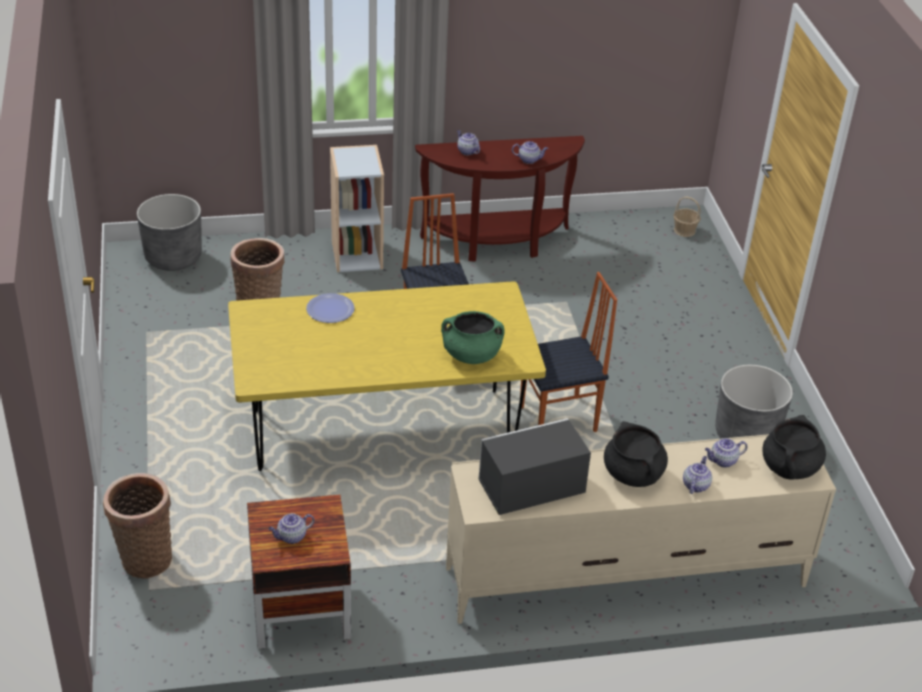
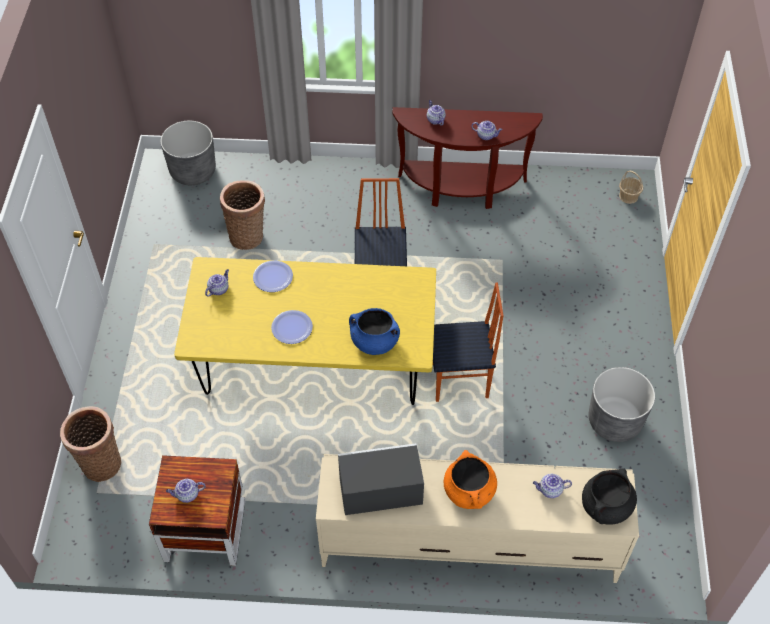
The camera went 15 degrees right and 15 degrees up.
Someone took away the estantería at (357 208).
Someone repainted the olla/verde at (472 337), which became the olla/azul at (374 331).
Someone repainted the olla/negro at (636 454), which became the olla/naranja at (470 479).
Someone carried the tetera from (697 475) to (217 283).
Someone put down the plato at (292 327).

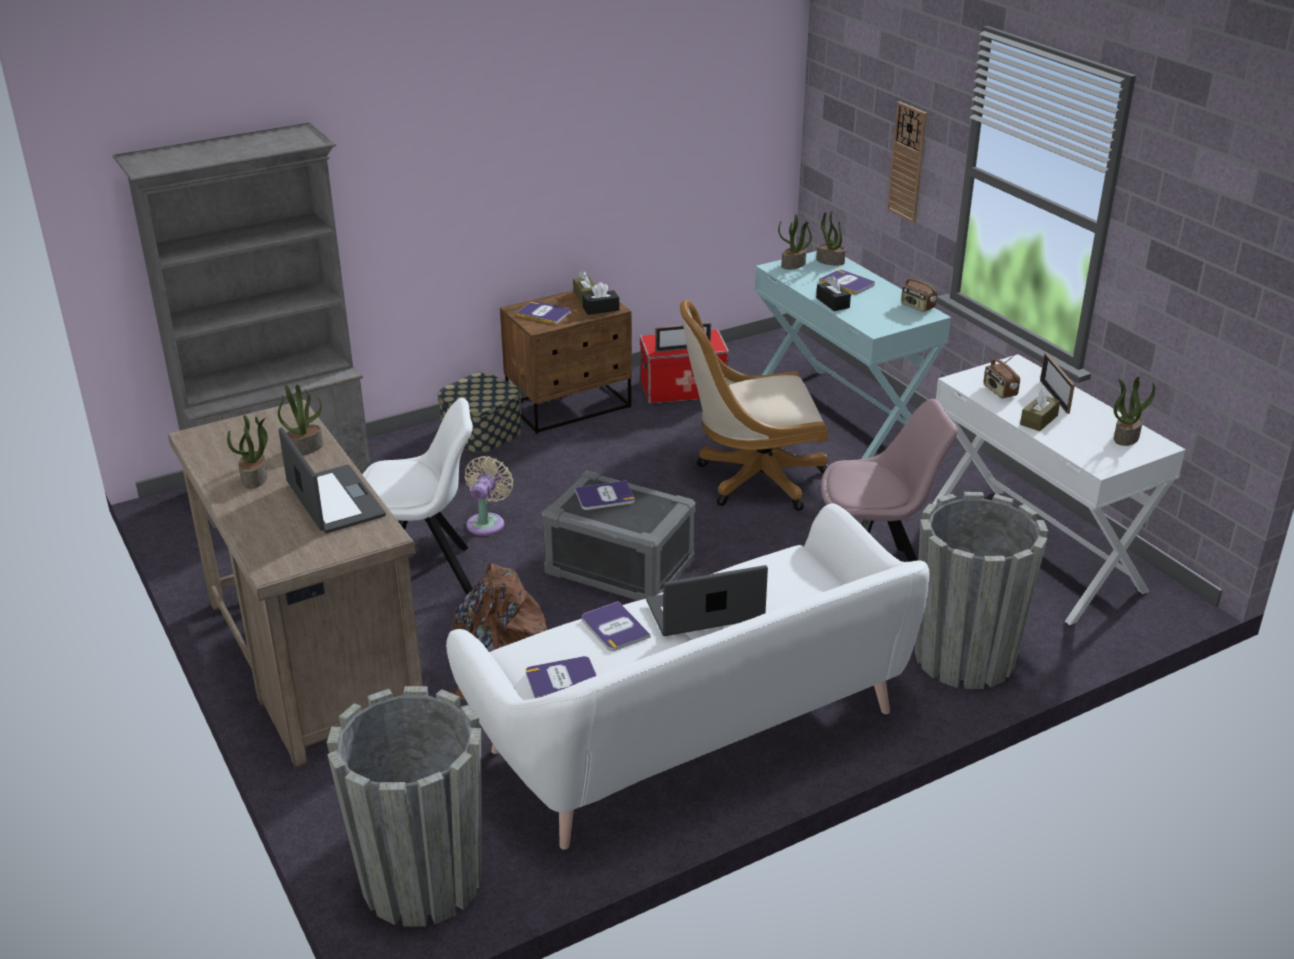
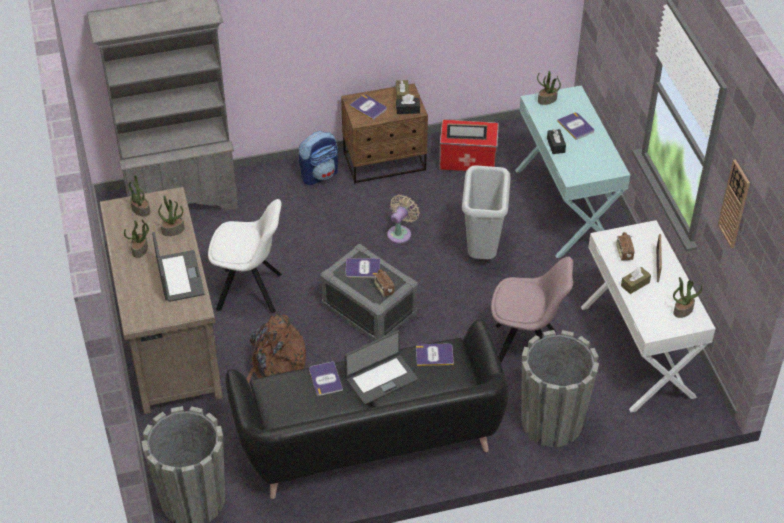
The camera went 15 degrees right and 15 degrees up.
Someone swapped the caja de almacenaje at (480 412) for the mochila at (318 158).
Someone repainted the sofá/blanco at (688 676), which became the sofá/negro at (366 409).
Someone carried the ventilador/beis from (489 496) to (403 219).
Someone carried the libro from (561 677) to (435 354).
Someone rotated the portátil at (707 600) by 150 degrees clockwise.
Someone swapped the silla de oficina at (754 405) for the papelera/gris at (486 212).
Someone carried the planta en maceta from (831 238) to (139 196).
Someone carried the reloj de pared from (907 162) to (734 203).
Someone carried the radio from (919 292) to (384 283).

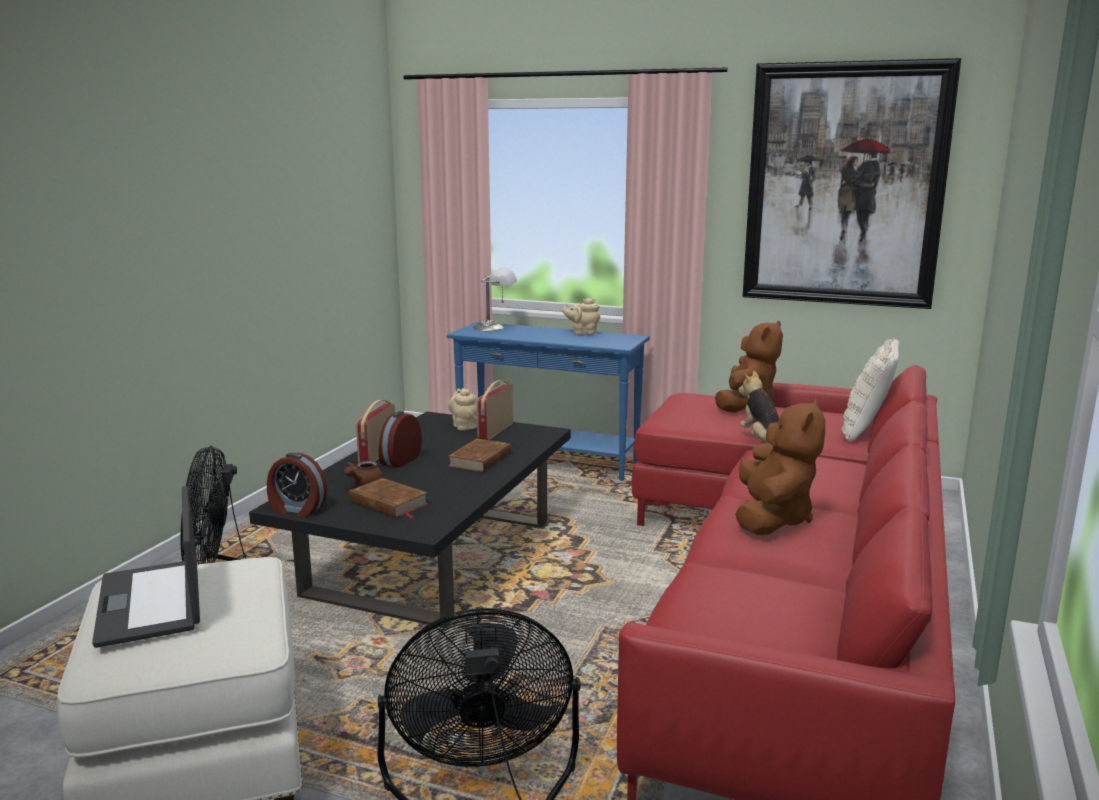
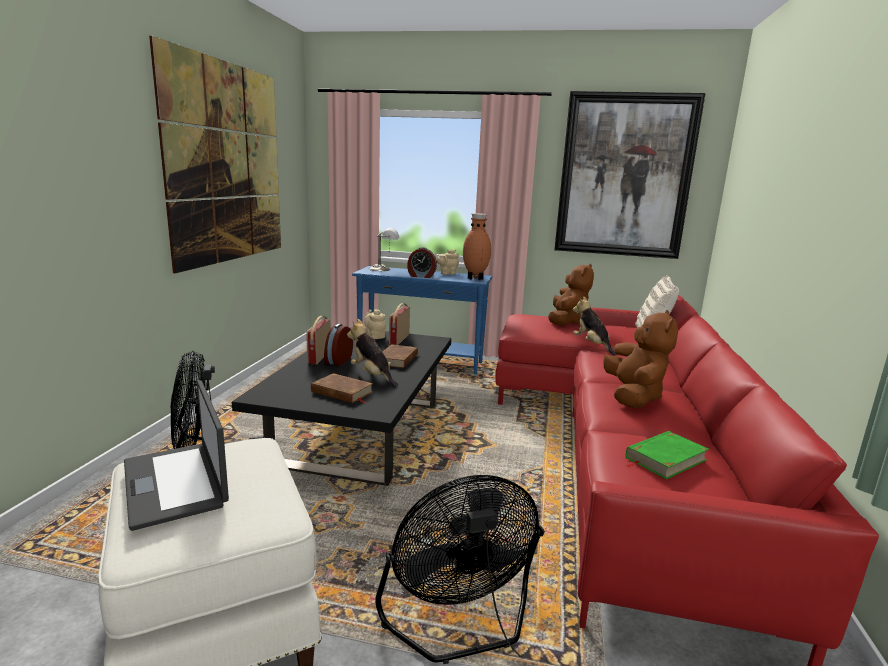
The camera went 10 degrees left and 0 degrees up.
Someone carried the despertador from (297 485) to (422 262).
Someone took away the tetera/marrón at (363 473).
Someone put up the cuadro at (215 154).
Someone put down the peluche at (372 353).
Someone put down the florero/marrón at (477 246).
Someone put down the libro/verde at (667 455).

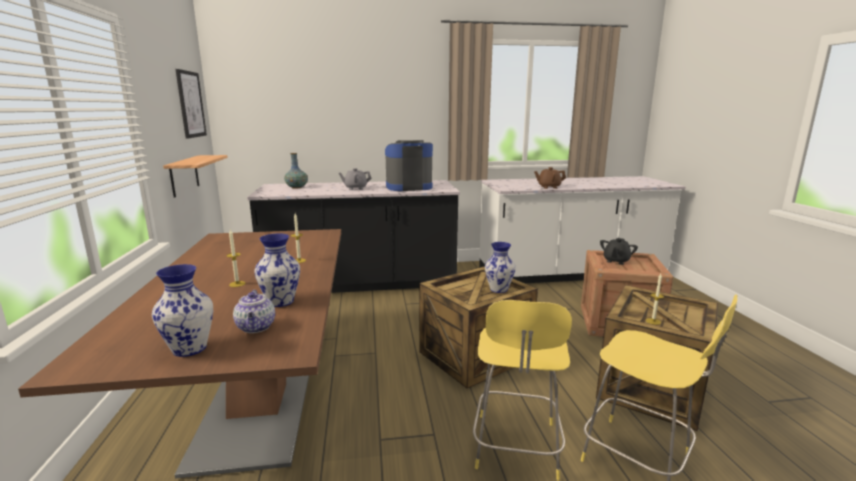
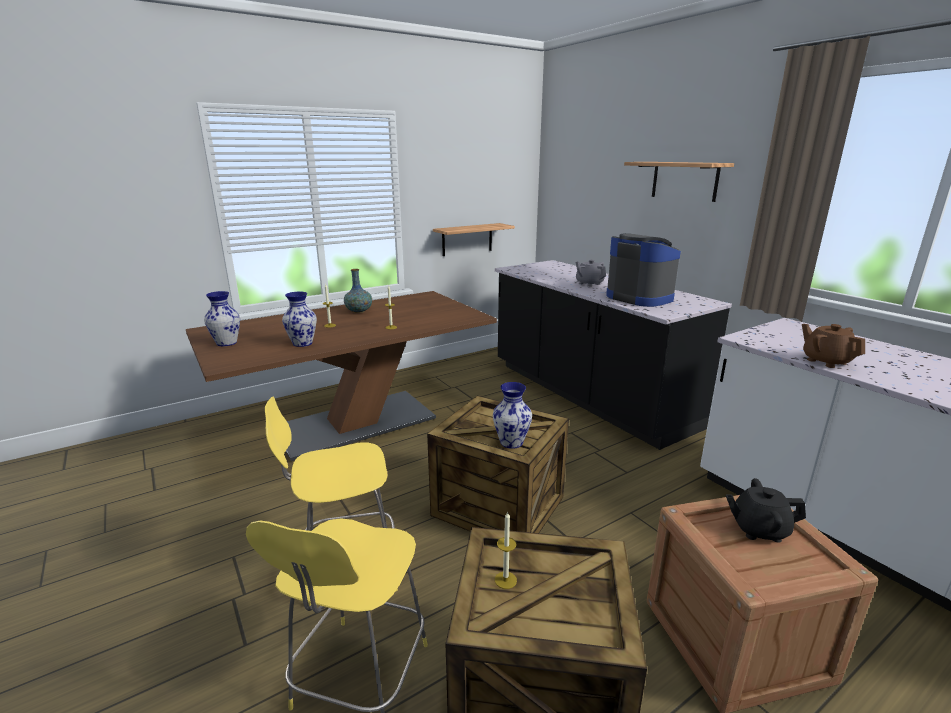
The camera went 65 degrees right and 5 degrees up.
Someone took away the cuadro at (191 104).
Someone took away the tetera at (254 311).
Someone carried the florero from (296 171) to (358 291).
Someone put up the estante at (679 182).

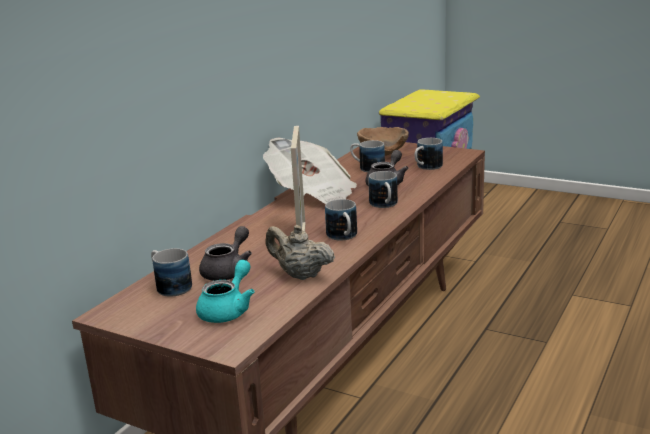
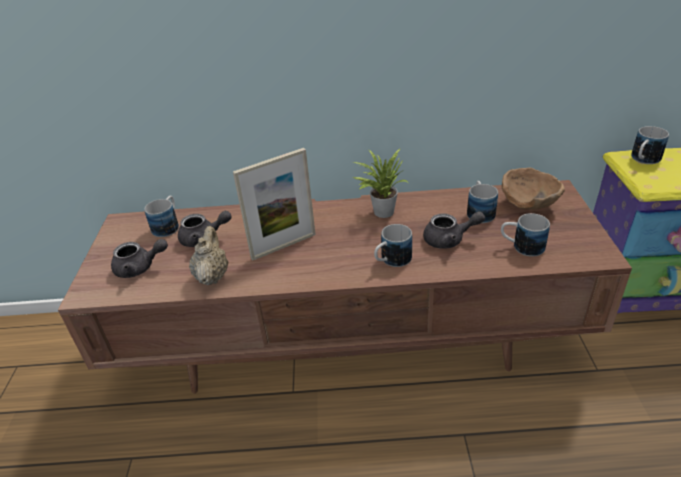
The camera went 60 degrees right and 15 degrees up.
Someone repainted the tetera/turquesa at (225 291), which became the tetera/gris at (139 258).
Someone swapped the periódico at (310 171) for the planta en maceta at (379 183).
Someone carried the taza grande from (341 219) to (650 145).

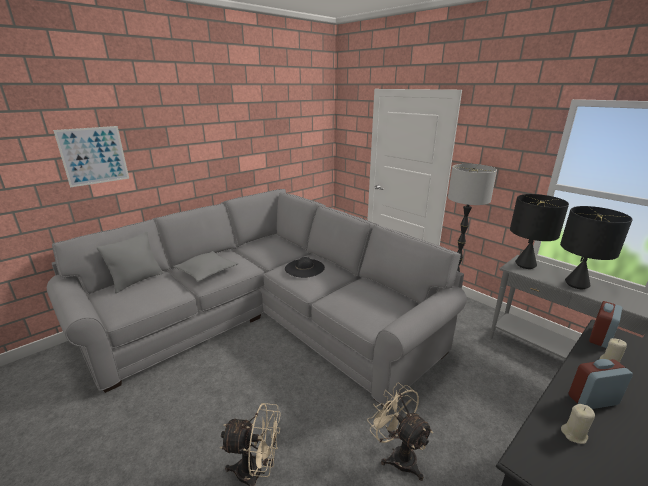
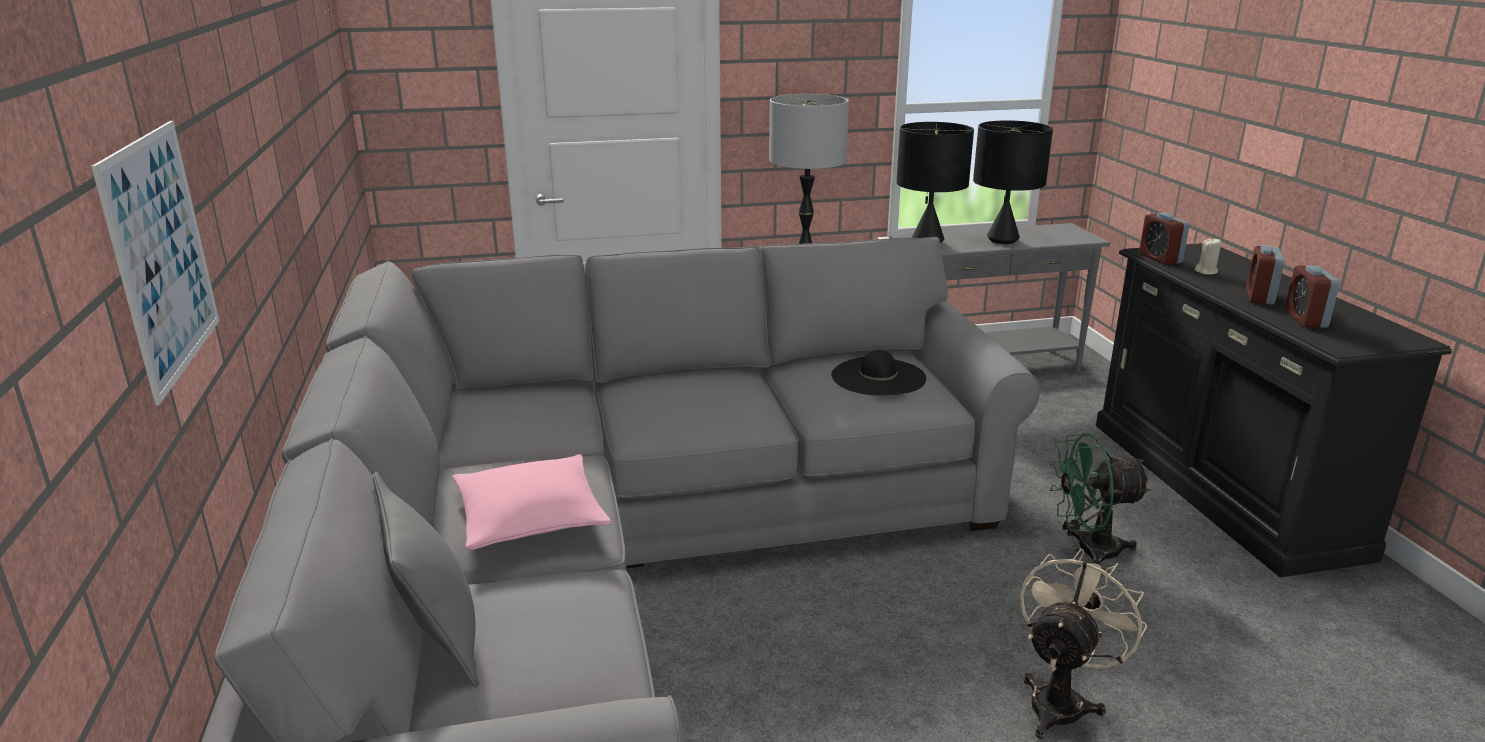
The camera went 60 degrees left and 0 degrees up.
Someone repainted the cojín/gris at (205 266), which became the cojín/rosa at (531 502).
Someone carried the sombrero/negro from (305 267) to (878 373).
Someone repainted the ventilador/beis at (400 431), which became the ventilador/verde at (1099 499).
Someone swapped the vela/beis at (578 424) for the despertador at (1312 296).

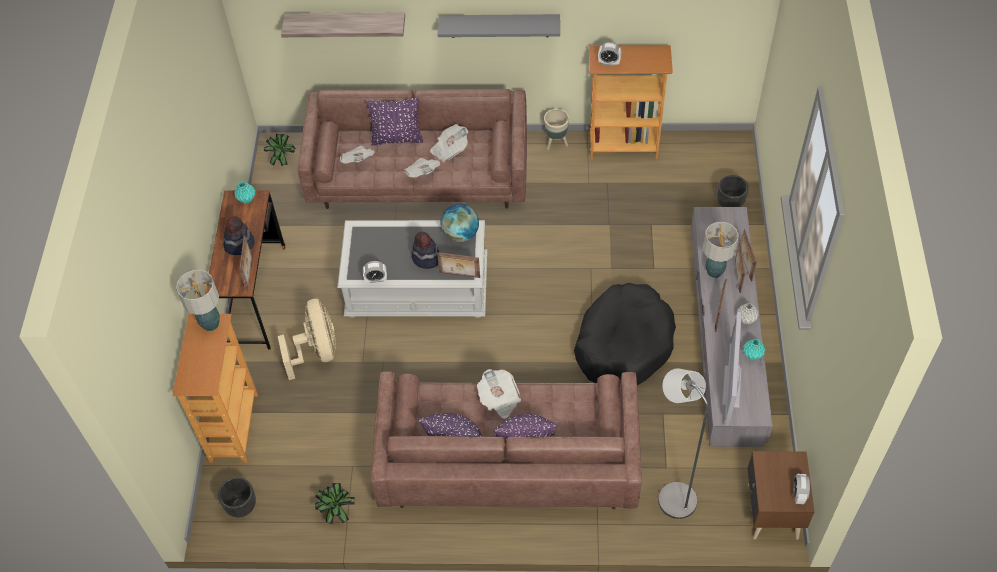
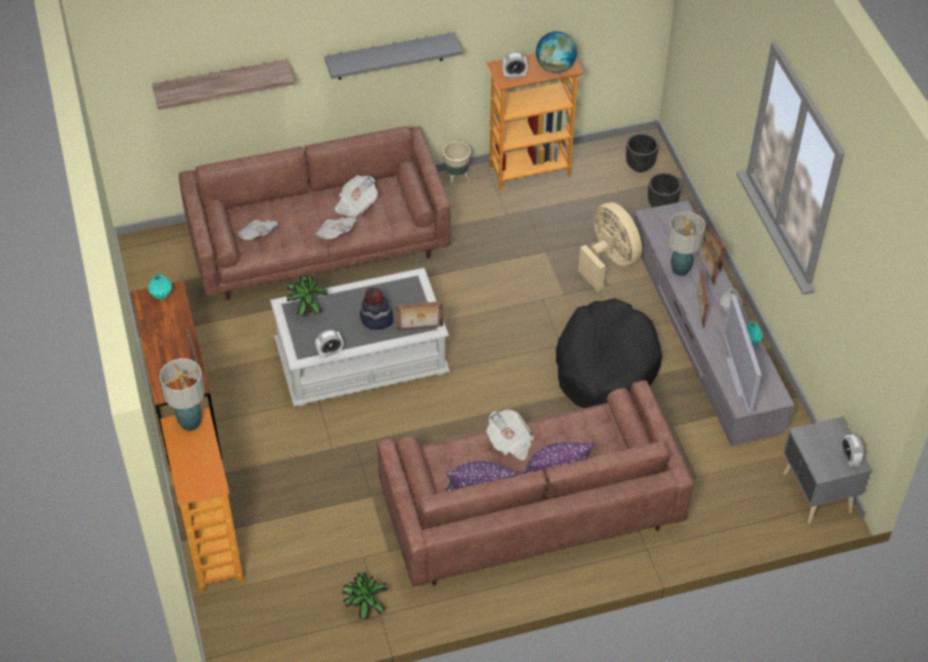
The camera went 20 degrees left and 5 degrees down.
Someone carried the maceta/negro from (237 497) to (642 152).
Someone took away the sombrero at (239 235).
Someone carried the planta en maceta from (280 150) to (307 296).
Someone carried the ventilador/beis from (306 339) to (610 247).
Someone took away the cojín/morado at (395 122).
Someone carried the globo terráqueo from (460 223) to (556 52).
Someone took away the lámpara de pie/gris at (683 444).
Someone repainted the mesita de noche/marrón at (781 495), which became the mesita de noche/gris at (827 470).

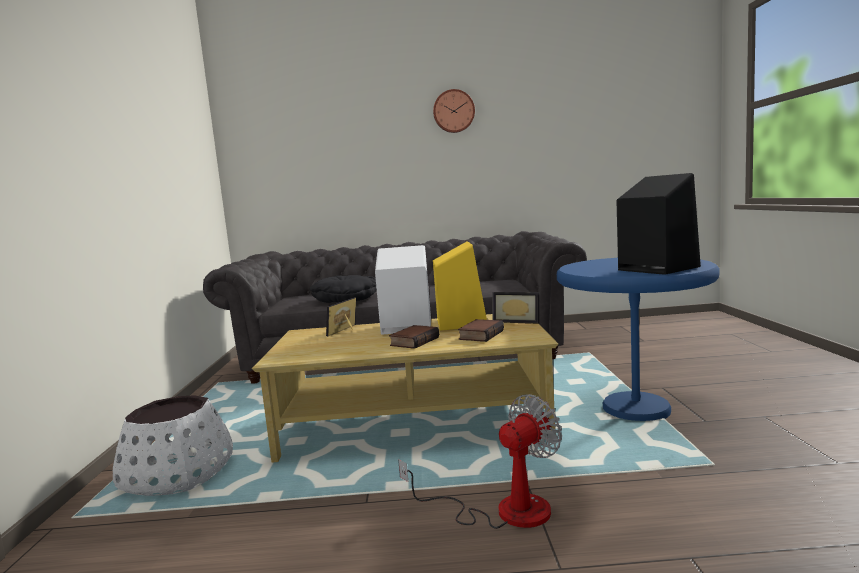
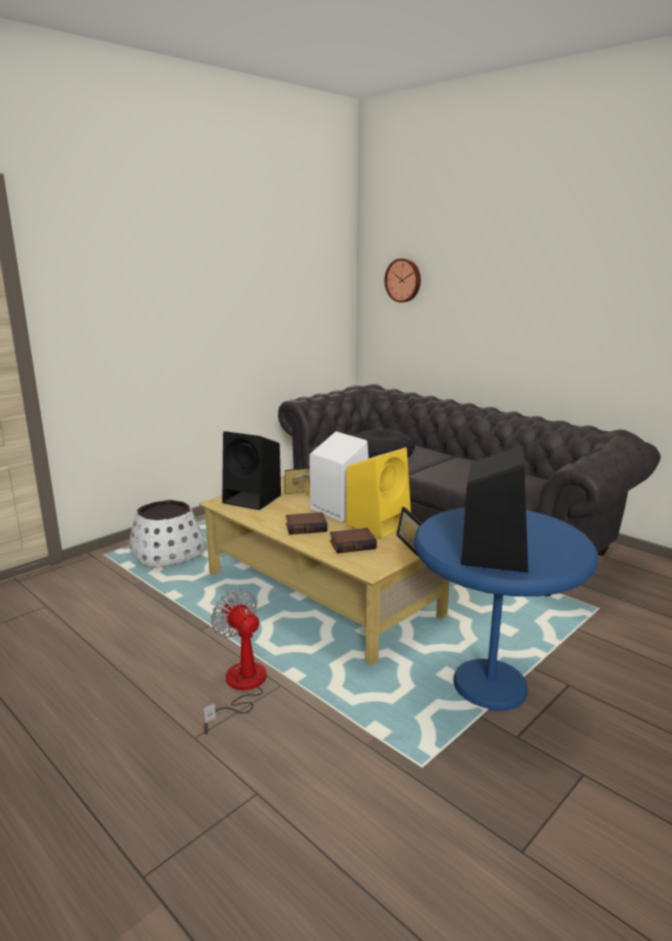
The camera went 45 degrees right and 10 degrees up.
Someone rotated the ventilador at (480 461) by 135 degrees counterclockwise.
Someone carried the reloj de pared from (454 111) to (402 280).
Someone put down the altavoz/negro at (251 470).

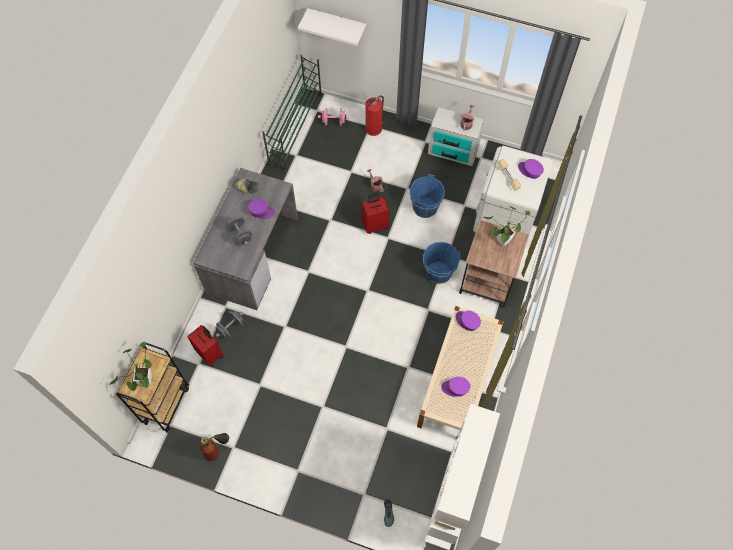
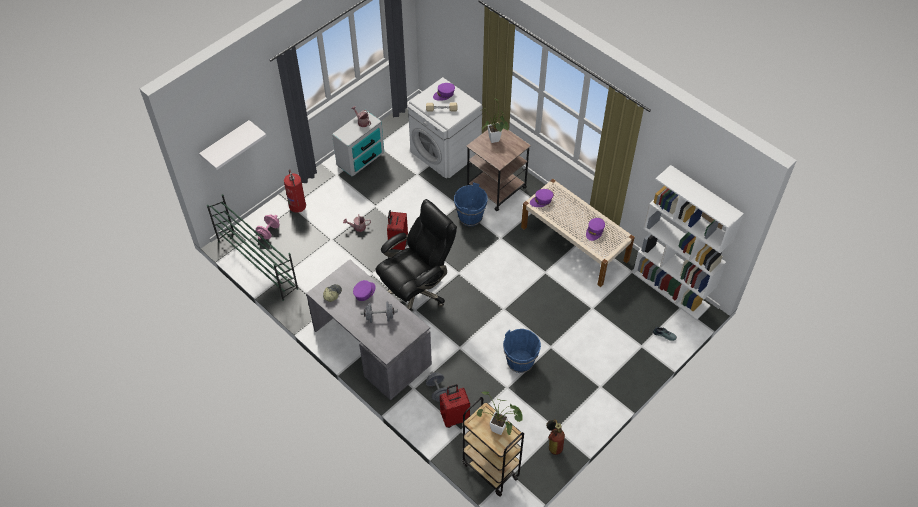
The camera went 65 degrees left and 10 degrees down.
Someone carried the cubo/azul from (427 196) to (522 351).
Someone put down the silla de oficina/negro at (416 255).

